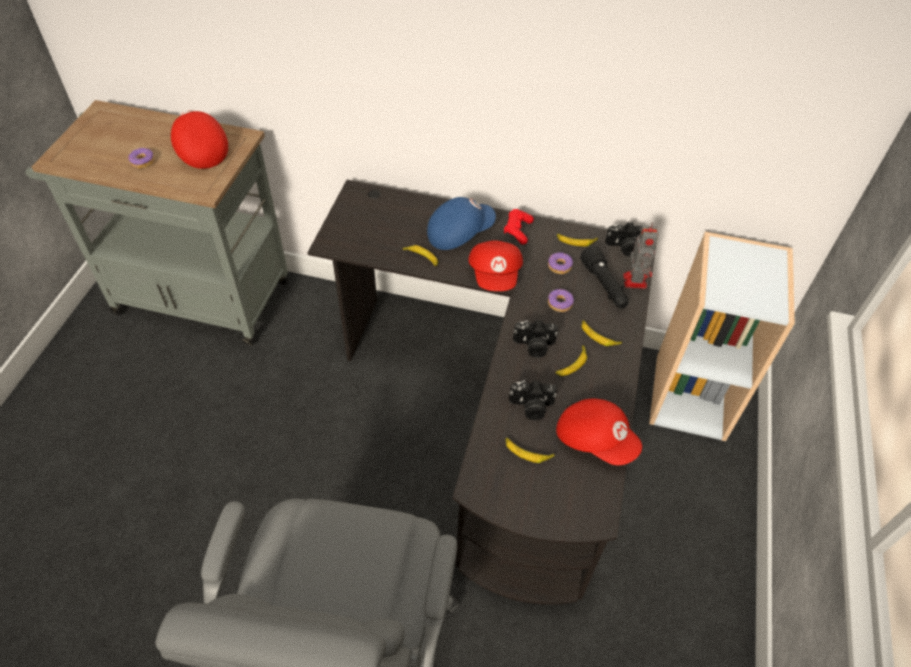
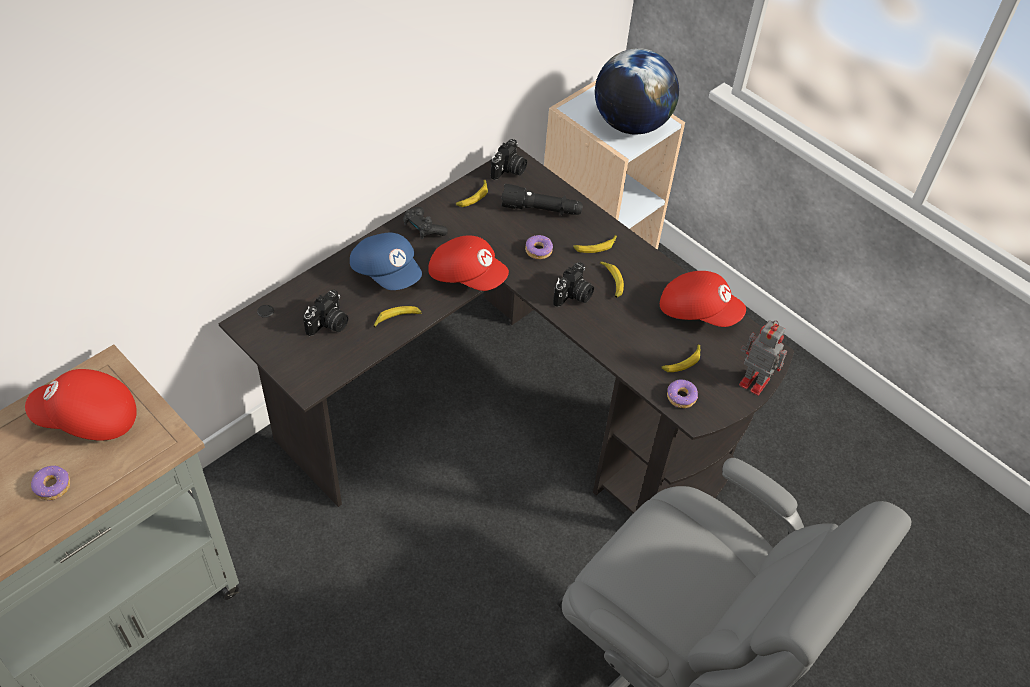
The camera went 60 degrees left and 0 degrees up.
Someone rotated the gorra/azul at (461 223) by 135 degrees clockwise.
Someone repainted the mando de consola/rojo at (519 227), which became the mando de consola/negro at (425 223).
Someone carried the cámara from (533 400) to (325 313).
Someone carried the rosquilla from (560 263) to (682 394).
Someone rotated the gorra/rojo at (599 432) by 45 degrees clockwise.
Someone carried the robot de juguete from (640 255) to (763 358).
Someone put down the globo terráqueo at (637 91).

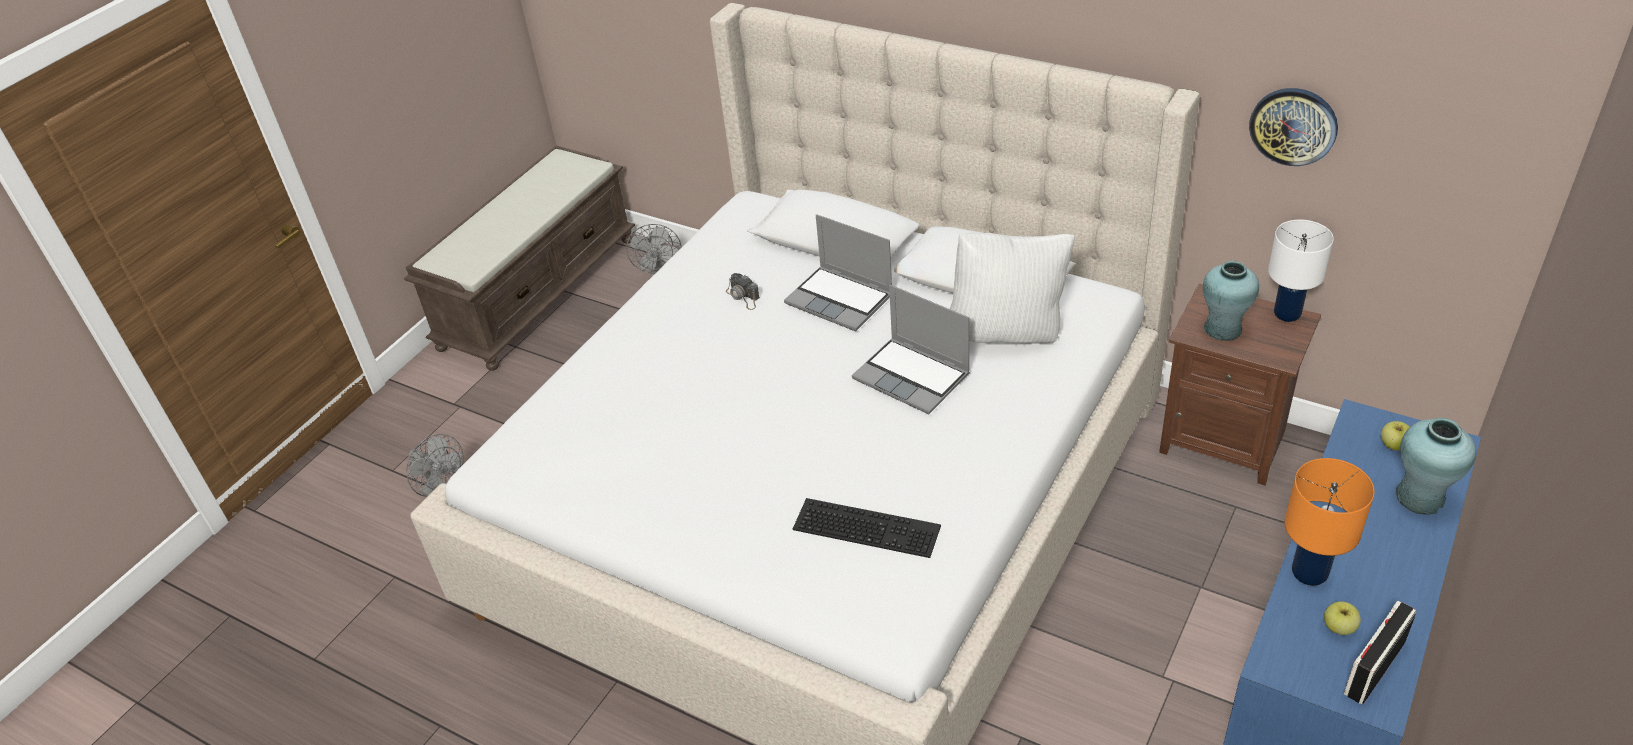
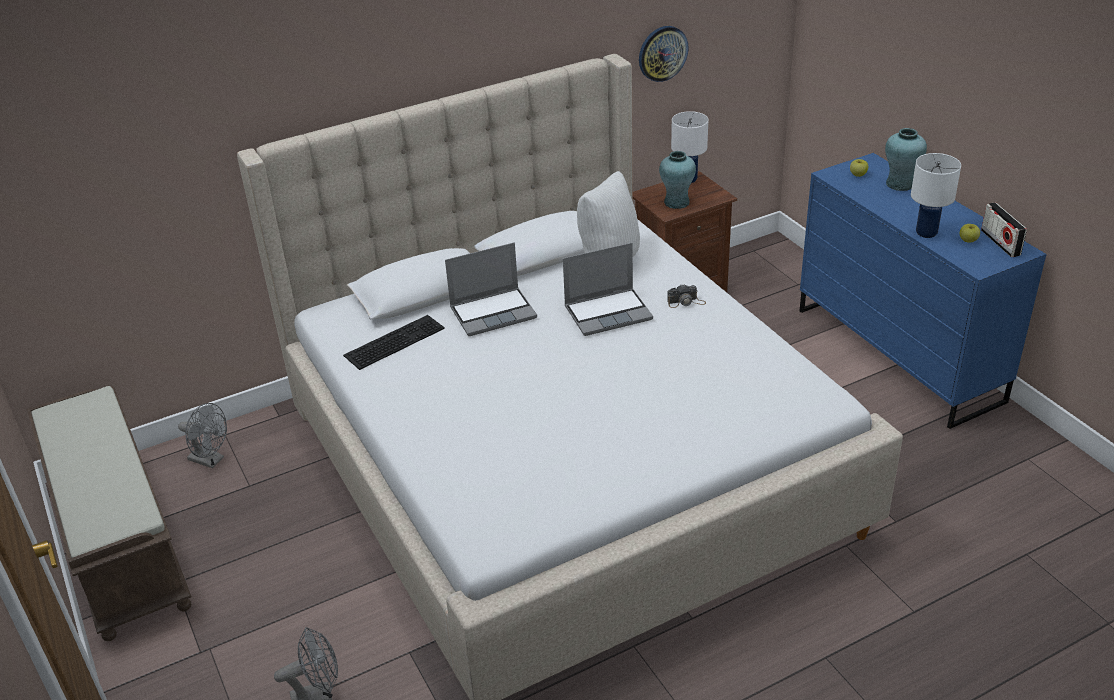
The camera went 60 degrees left and 5 degrees down.
Someone carried the cámara from (743 291) to (687 296).
Someone carried the teclado from (867 528) to (394 342).
Someone repainted the lámpara de mesa/naranja at (1329 522), which became the lámpara de mesa/blanco at (936 195).

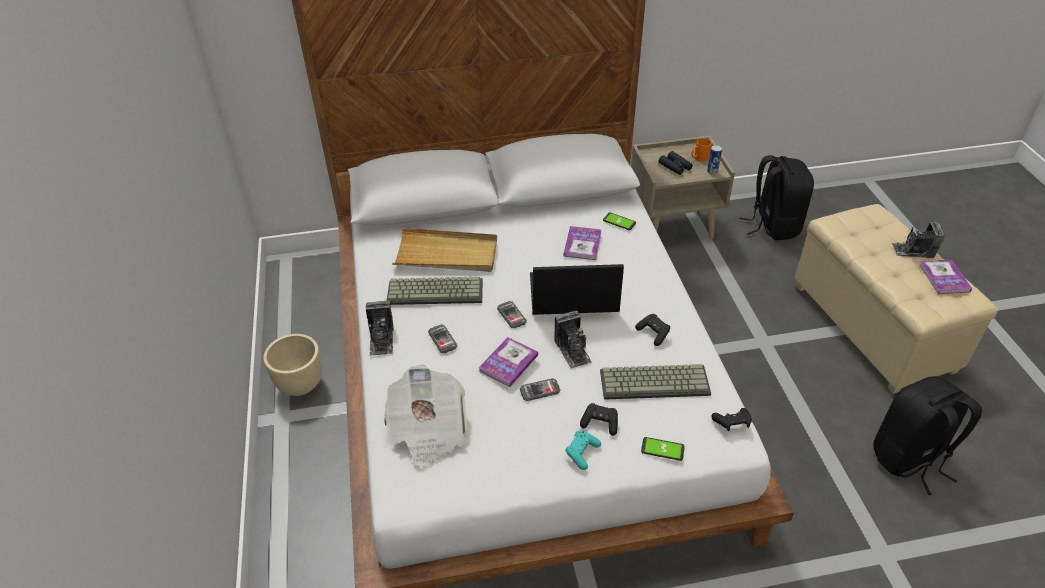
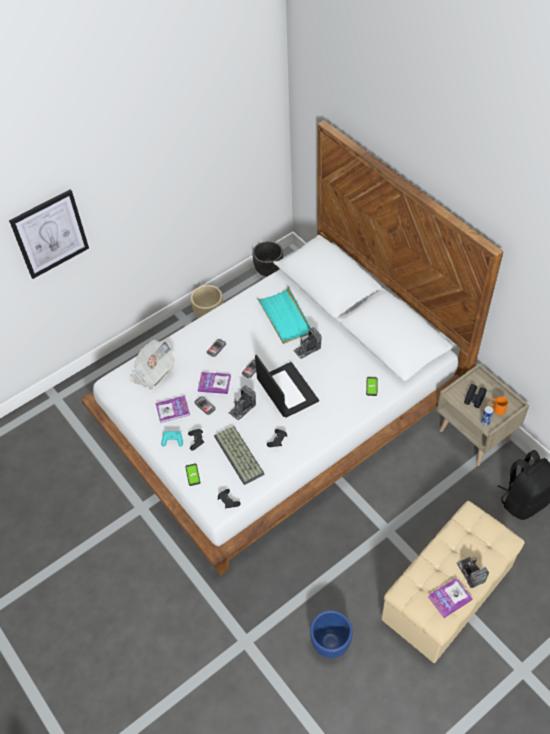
The camera went 65 degrees right and 10 degrees up.
Someone carried the cámara from (380 328) to (307 343).
Someone took away the teclado at (435 291).
Someone repainted the bandeja/beis at (444 250), which became the bandeja/turquesa at (283 315).
Someone carried the libro from (582 243) to (172 409).
Someone swapped the mochila/negro at (927 435) for the maceta/azul at (331 634).
Someone put up the cuadro at (49 234).
Someone put down the maceta/negro at (267 259).

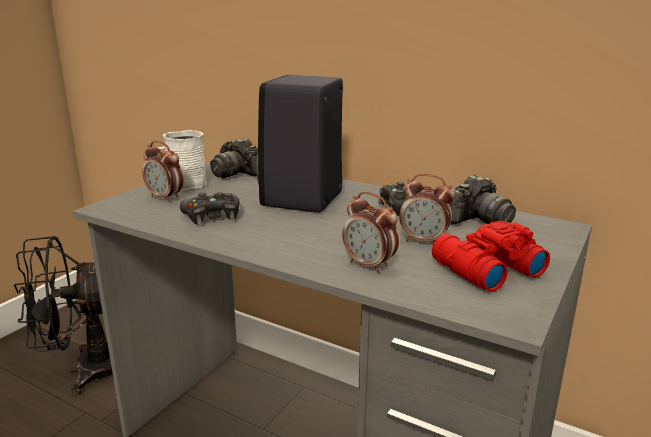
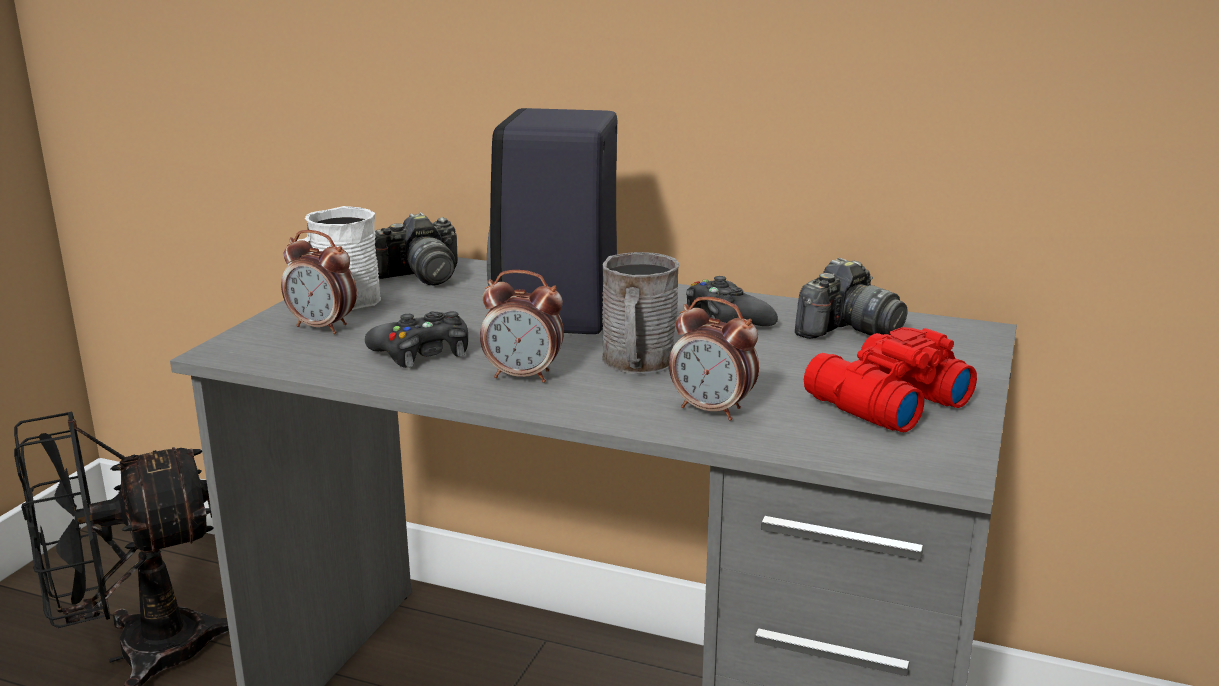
The camera went 10 degrees left and 0 degrees up.
Someone rotated the cámara at (234 158) by 60 degrees counterclockwise.
Someone carried the despertador from (427 208) to (522 326).
Someone put down the taza grande/gris at (640 313).

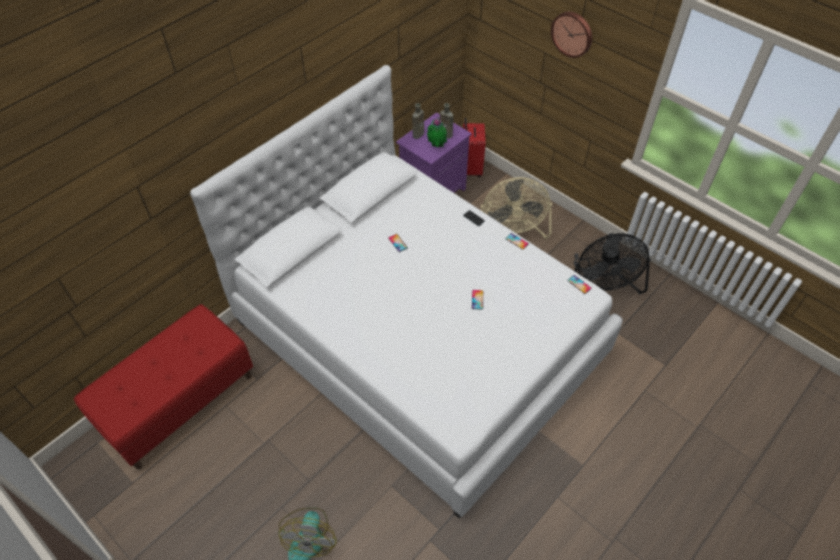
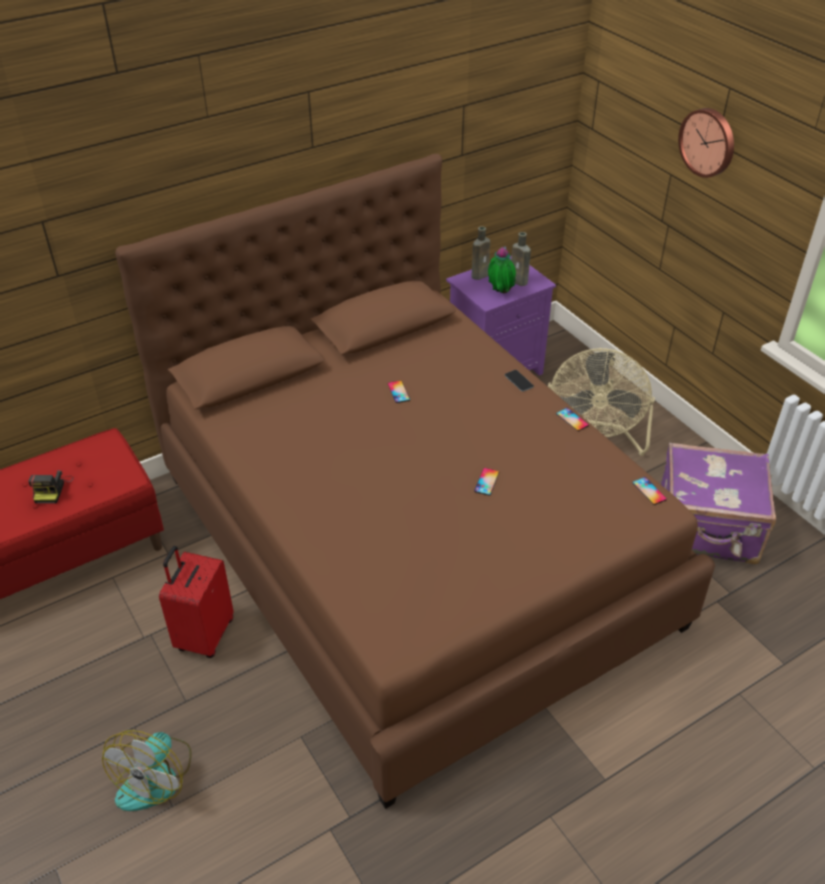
The camera went 15 degrees right and 10 degrees down.
Someone repainted the cama/blanco at (406 292), which became the cama/marrón at (415 481).
Someone carried the maleta/rojo from (474 147) to (196 602).
Someone swapped the ventilador/negro at (612 264) for the maleta/morado at (718 503).
Someone put down the cámara at (51 487).

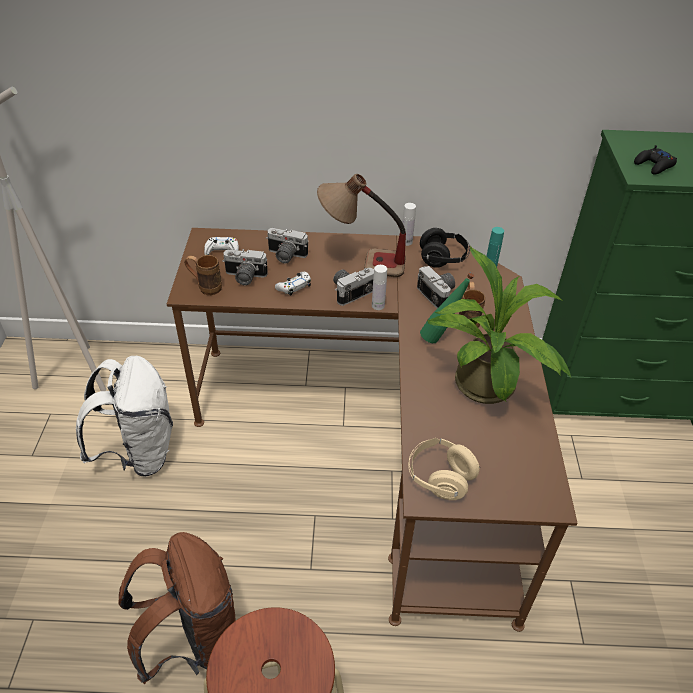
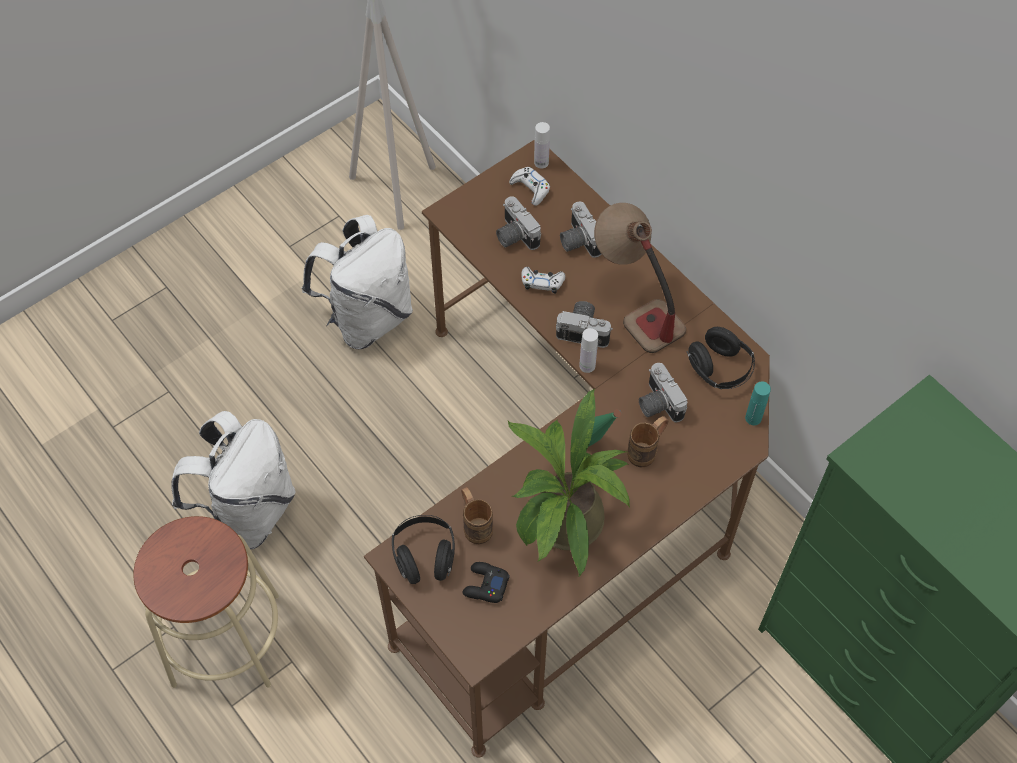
The camera went 50 degrees right and 15 degrees up.
Someone repainted the mochila/marrón at (176 608), which became the mochila/blanco at (233 480).
Someone carried the taza grande/marrón from (203 275) to (477 515).
Someone carried the botella/blanco from (409 224) to (542 145).
Someone repainted the auriculares/beis at (444 469), which became the auriculares/negro at (423 549).
Someone rotated the cámara at (436 287) by 135 degrees clockwise.
Someone carried the mando de consola/negro from (655 160) to (486 582).

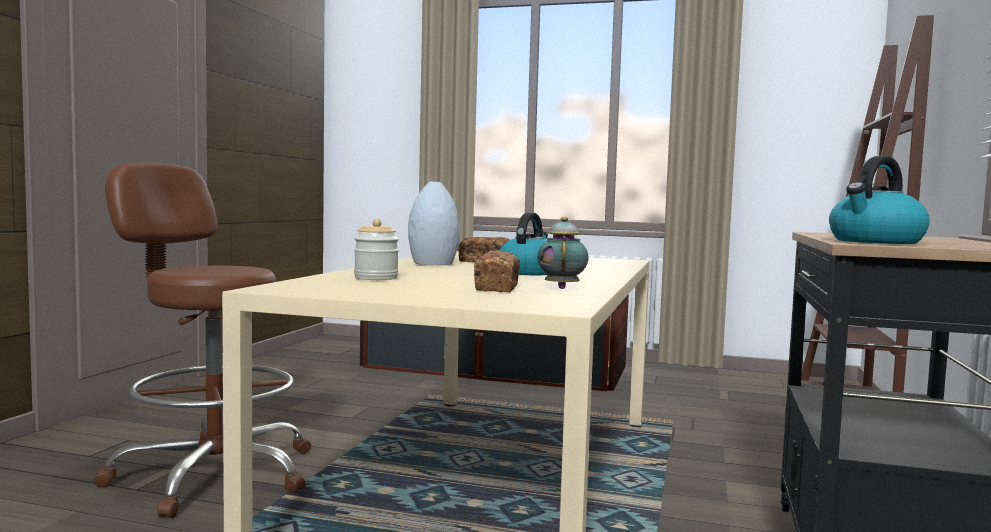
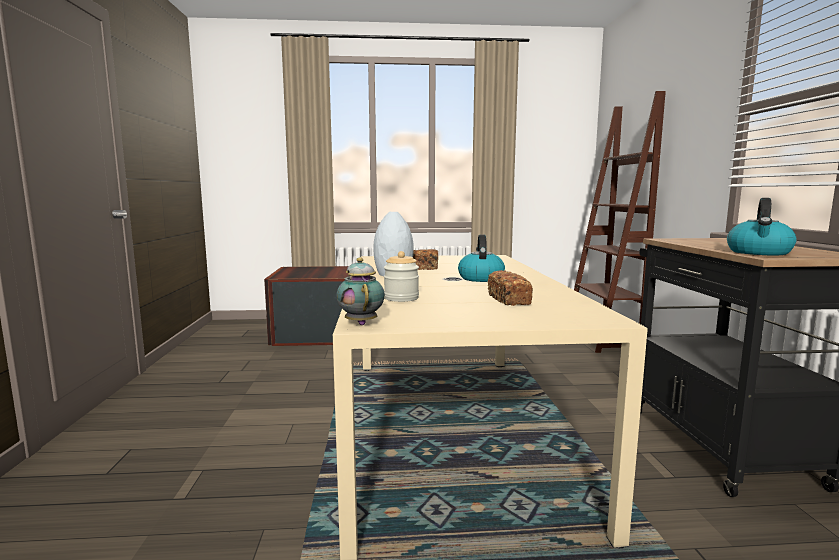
The camera went 20 degrees left and 5 degrees up.
Someone took away the taburete/marrón at (202 340).
Someone carried the tetera from (563 253) to (360 291).

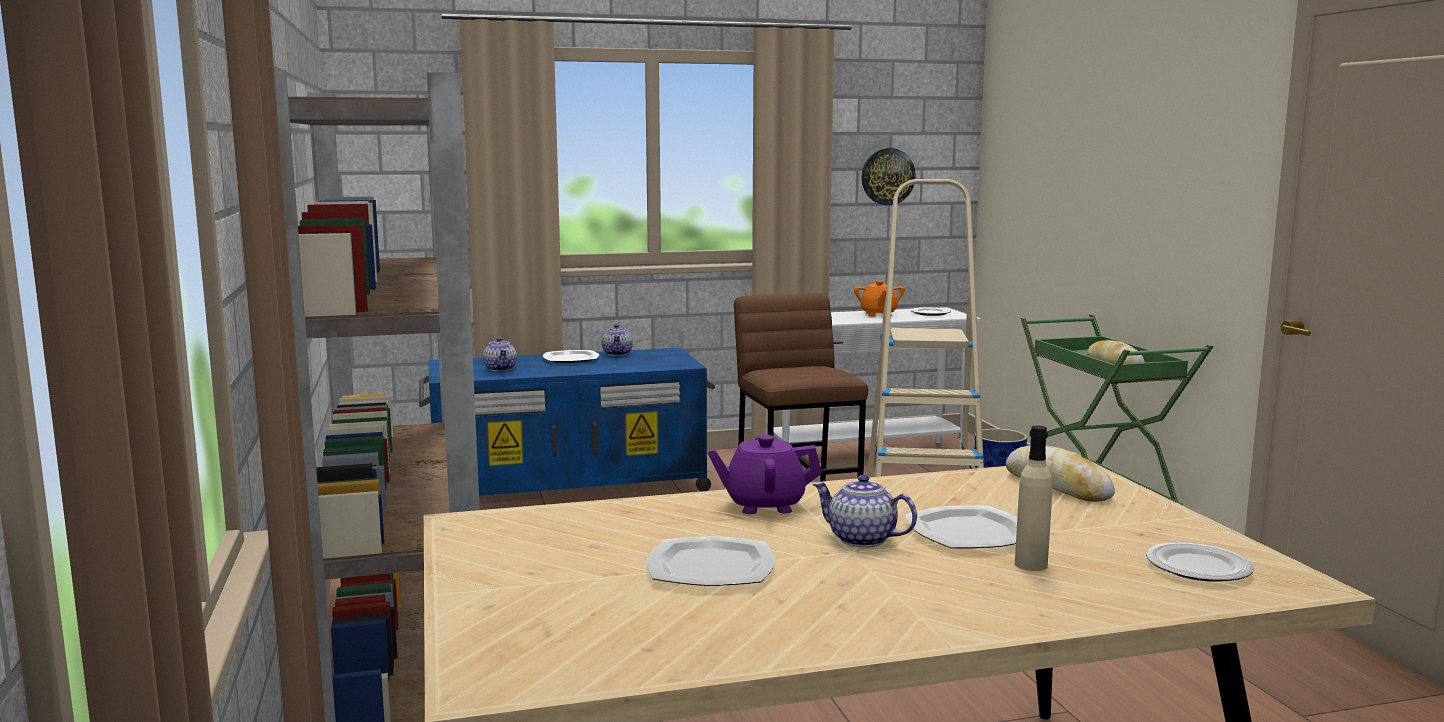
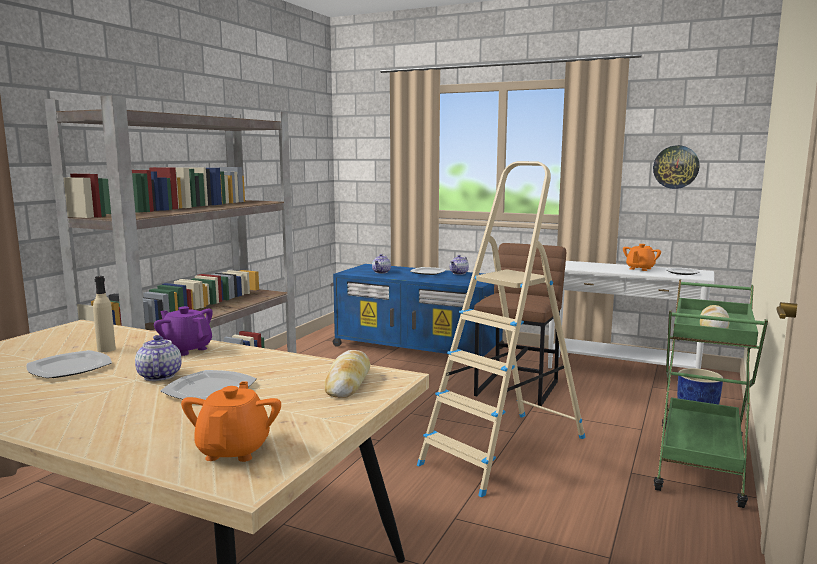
The camera went 40 degrees right and 0 degrees up.
Someone carried the botella/beis from (1033 498) to (104 314).
Someone swapped the plato at (1200 562) for the tetera/naranja at (231 421).

